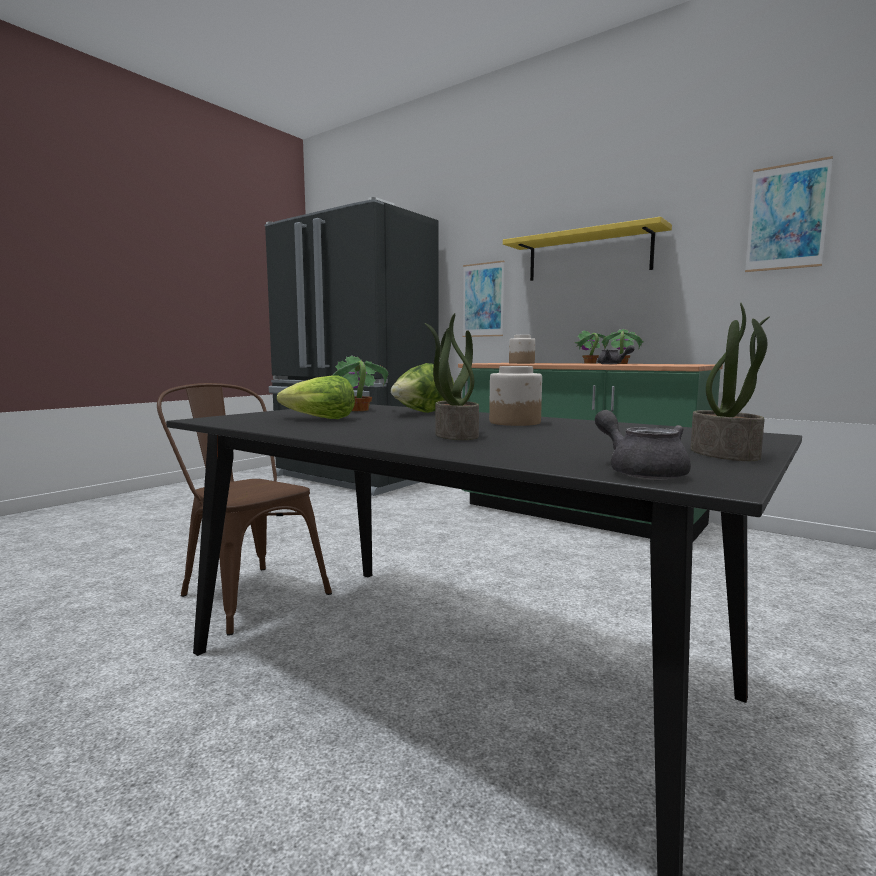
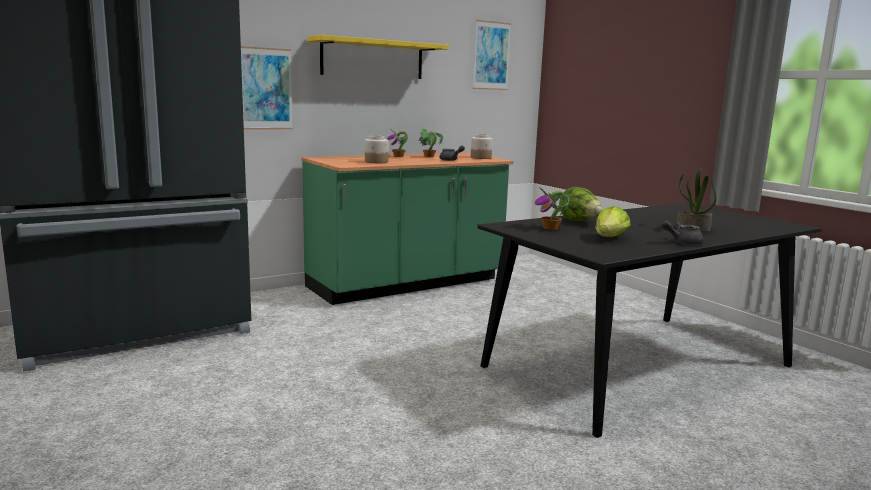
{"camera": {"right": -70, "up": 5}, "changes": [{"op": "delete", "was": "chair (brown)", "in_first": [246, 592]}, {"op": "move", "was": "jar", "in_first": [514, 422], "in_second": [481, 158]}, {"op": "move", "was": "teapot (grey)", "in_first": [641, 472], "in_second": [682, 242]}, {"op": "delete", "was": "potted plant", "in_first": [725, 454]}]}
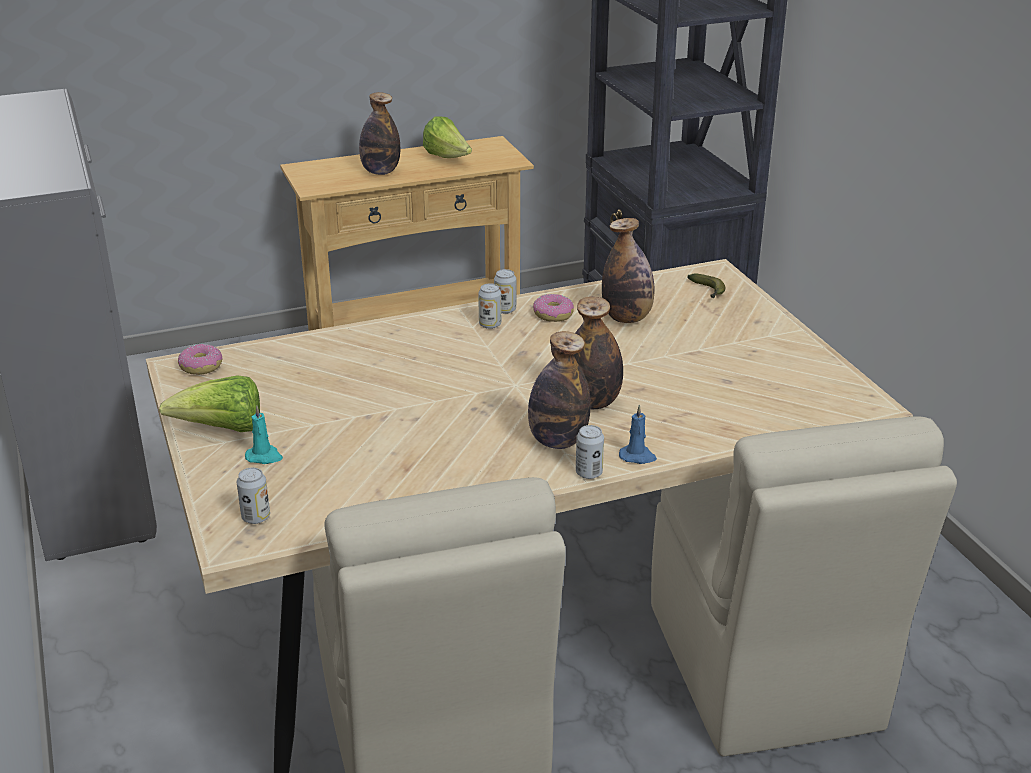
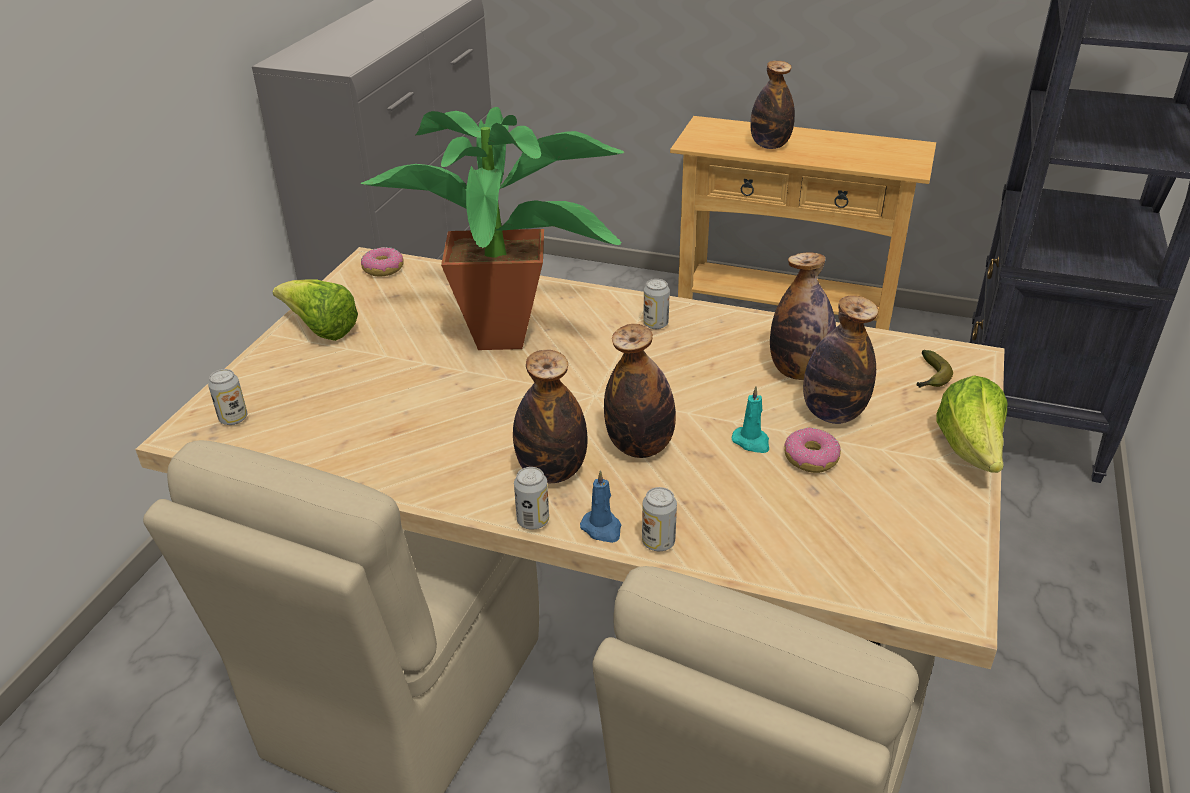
{"camera": {"right": 40, "up": 5}, "changes": [{"op": "move", "was": "candle (turquoise)", "in_first": [264, 457], "in_second": [752, 442]}, {"op": "move", "was": "lettuce", "in_first": [448, 158], "in_second": [970, 451]}, {"op": "move", "was": "can", "in_first": [505, 310], "in_second": [658, 542]}, {"op": "move", "was": "donut", "in_first": [553, 315], "in_second": [810, 458]}, {"op": "insert", "now": "potted plant", "in_second": [513, 340]}, {"op": "insert", "now": "bottle", "in_second": [833, 414]}]}
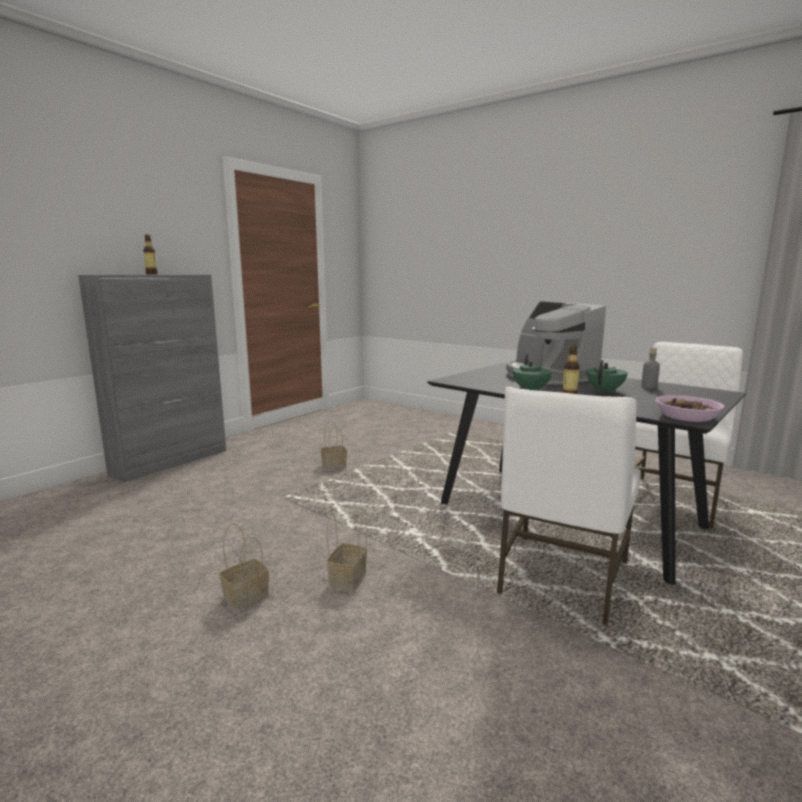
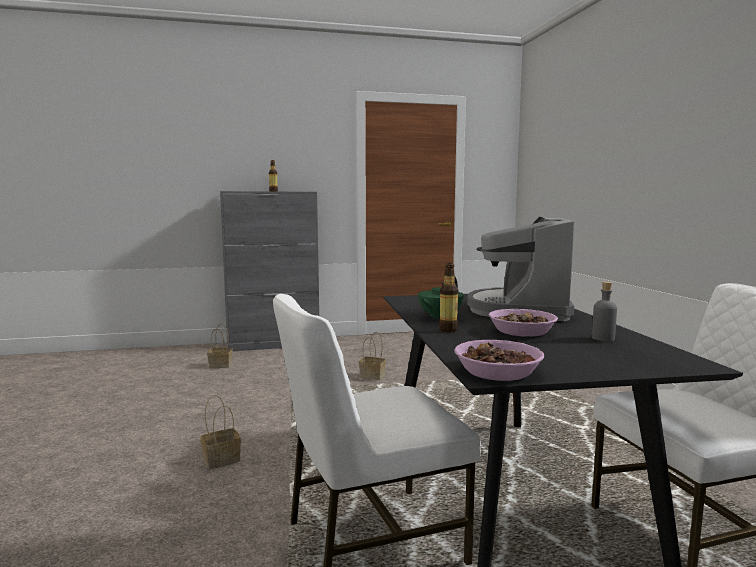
{"camera": {"right": 40, "up": -5}, "changes": [{"op": "move", "was": "basket", "in_first": [247, 596], "in_second": [221, 365]}, {"op": "replace", "was": "teapot (green)", "now": "bowl", "in_first": [605, 390], "in_second": [522, 331]}]}
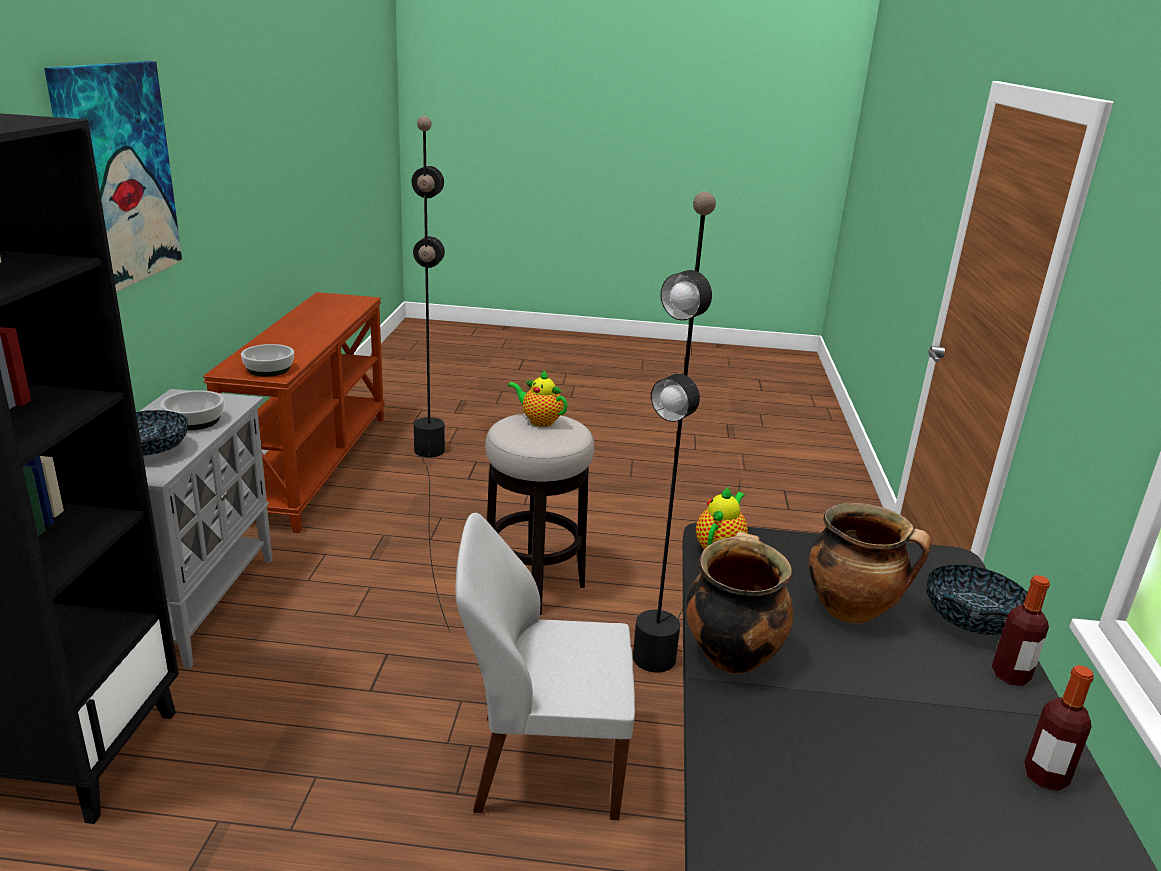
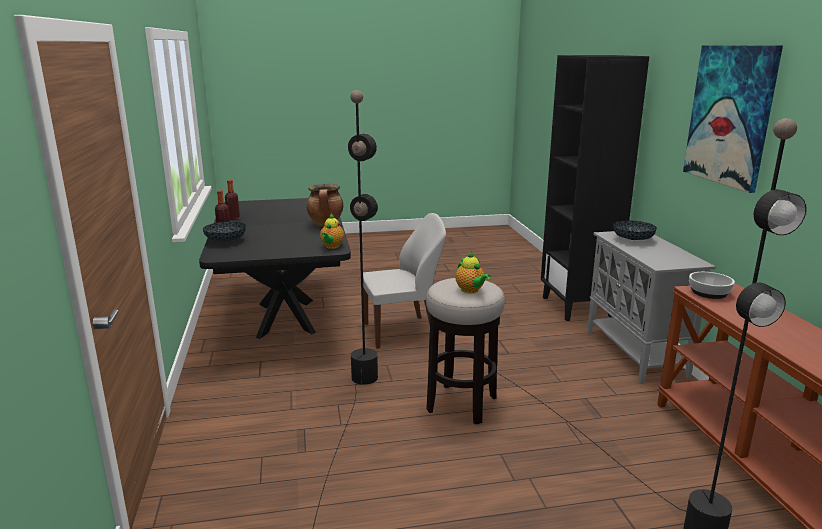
{"camera": {"right": 165, "up": -5}, "changes": [{"op": "delete", "was": "bowl", "in_first": [195, 421]}, {"op": "rotate", "was": "teapot", "in_first": [539, 421], "in_second": [471, 290], "clockwise": 45}, {"op": "delete", "was": "cooking pot", "in_first": [852, 610]}]}
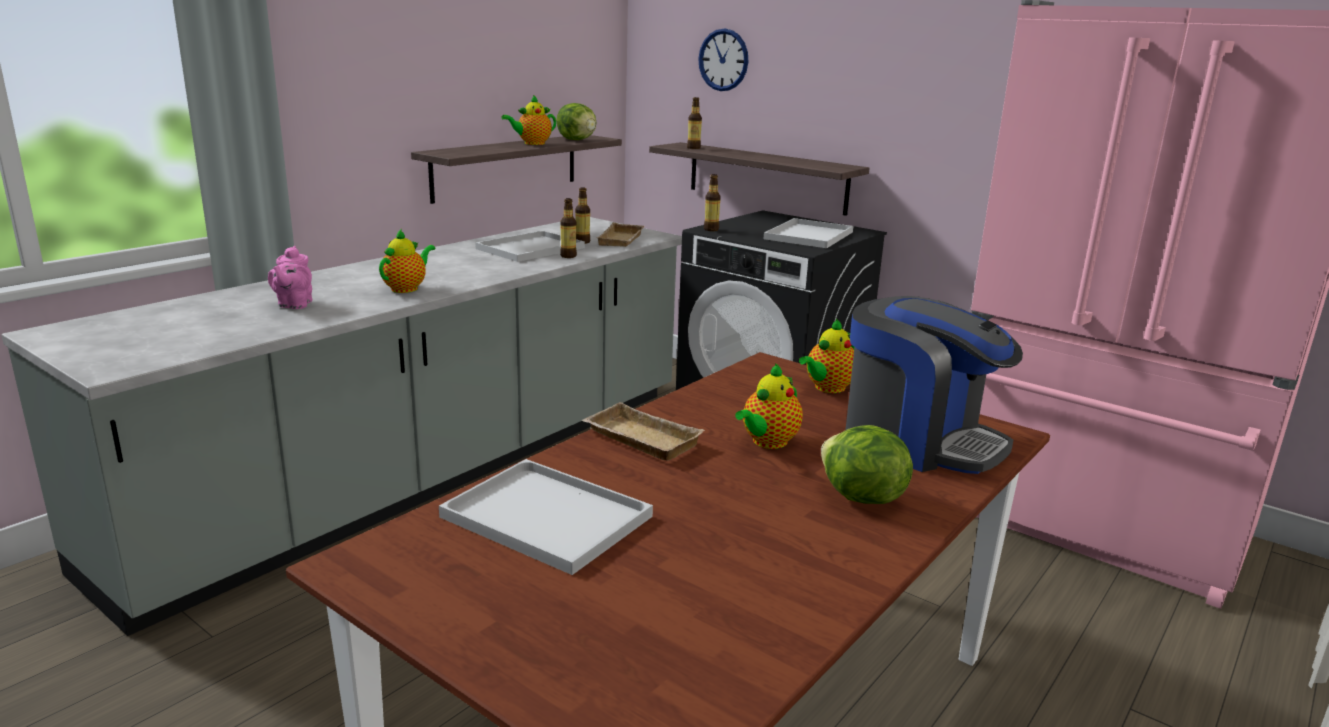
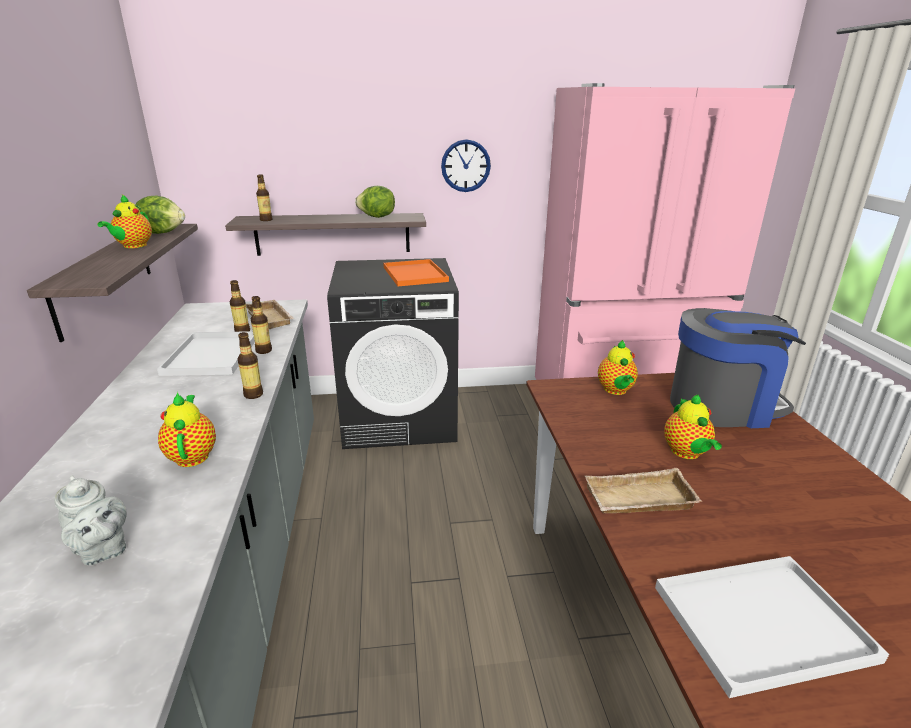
{"camera": {"right": -45, "up": 5}, "changes": [{"op": "recolor", "was": "teapot (pink)", "now": "teapot (grey)", "in_first": [294, 305], "in_second": [102, 551]}, {"op": "move", "was": "wall clock", "in_first": [723, 60], "in_second": [465, 166]}, {"op": "move", "was": "bottle", "in_first": [711, 229], "in_second": [253, 395]}, {"op": "recolor", "was": "tray (white)", "now": "tray (orange)", "in_first": [809, 236], "in_second": [416, 274]}, {"op": "move", "was": "lettuce", "in_first": [860, 498], "in_second": [377, 217]}]}
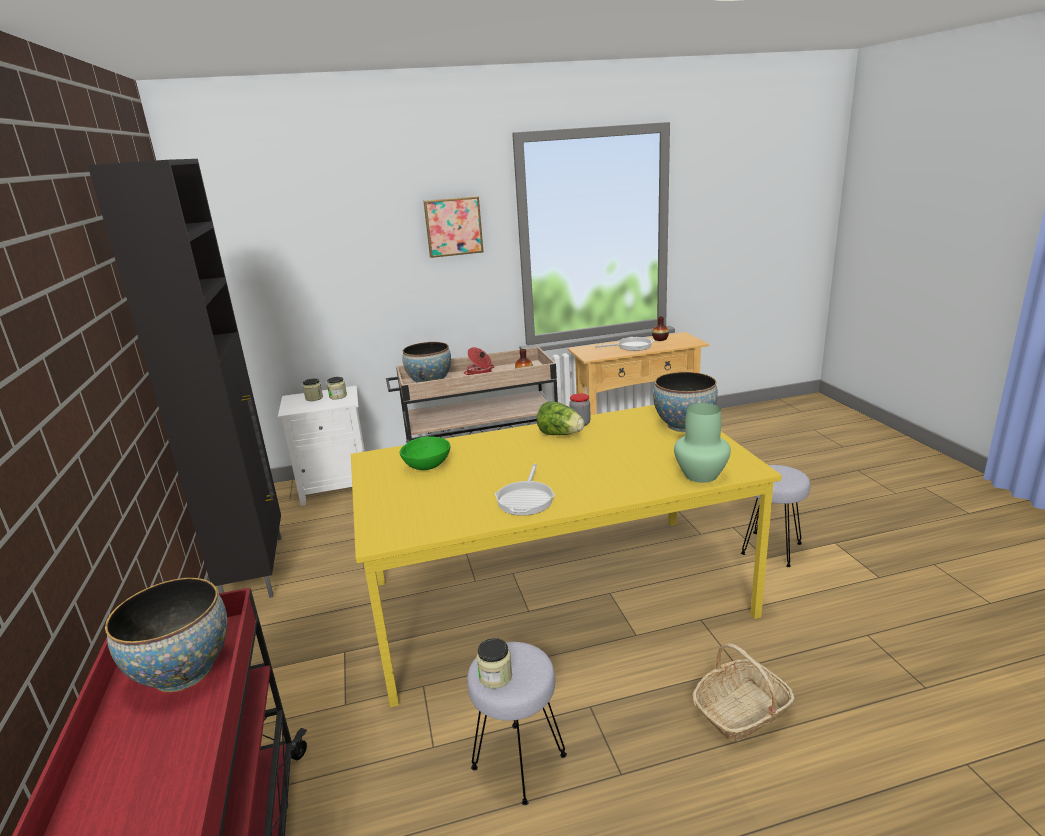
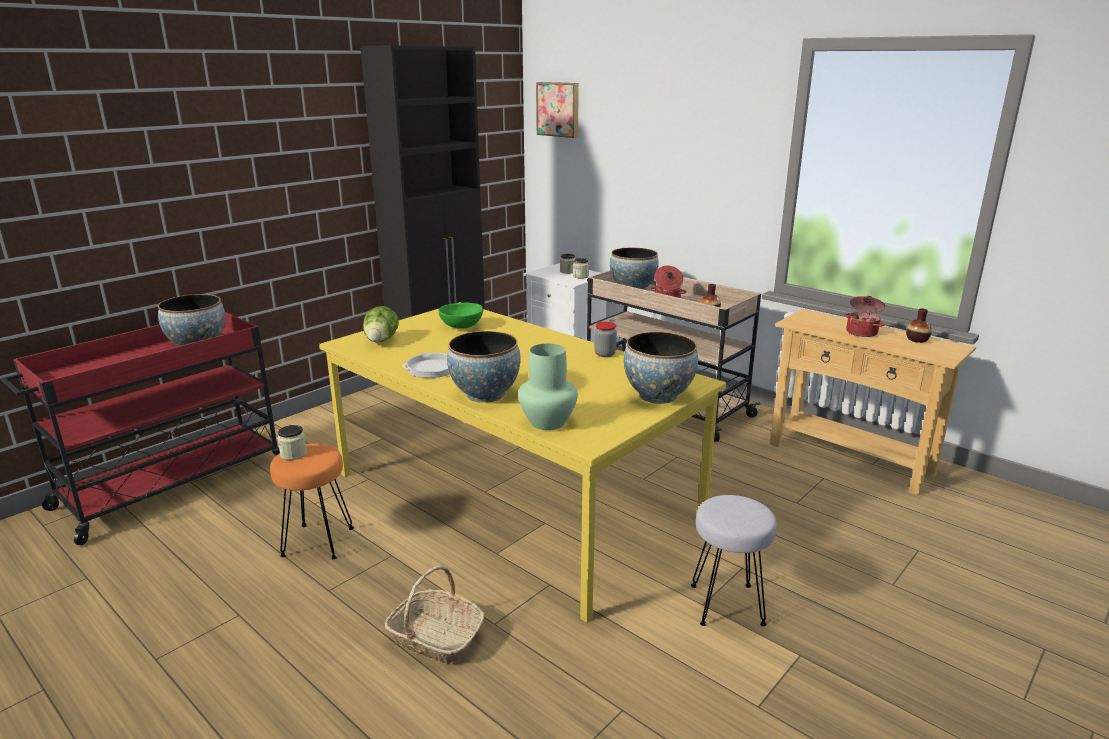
{"camera": {"right": 55, "up": 0}, "changes": [{"op": "move", "was": "picture", "in_first": [453, 226], "in_second": [559, 109]}, {"op": "recolor", "was": "stool (grey)", "now": "stool (orange)", "in_first": [518, 763], "in_second": [317, 541]}, {"op": "move", "was": "lettuce", "in_first": [560, 434], "in_second": [381, 341]}, {"op": "replace", "was": "frying pan", "now": "cooking pot", "in_first": [632, 346], "in_second": [862, 332]}, {"op": "insert", "now": "bowl", "in_second": [485, 394]}]}
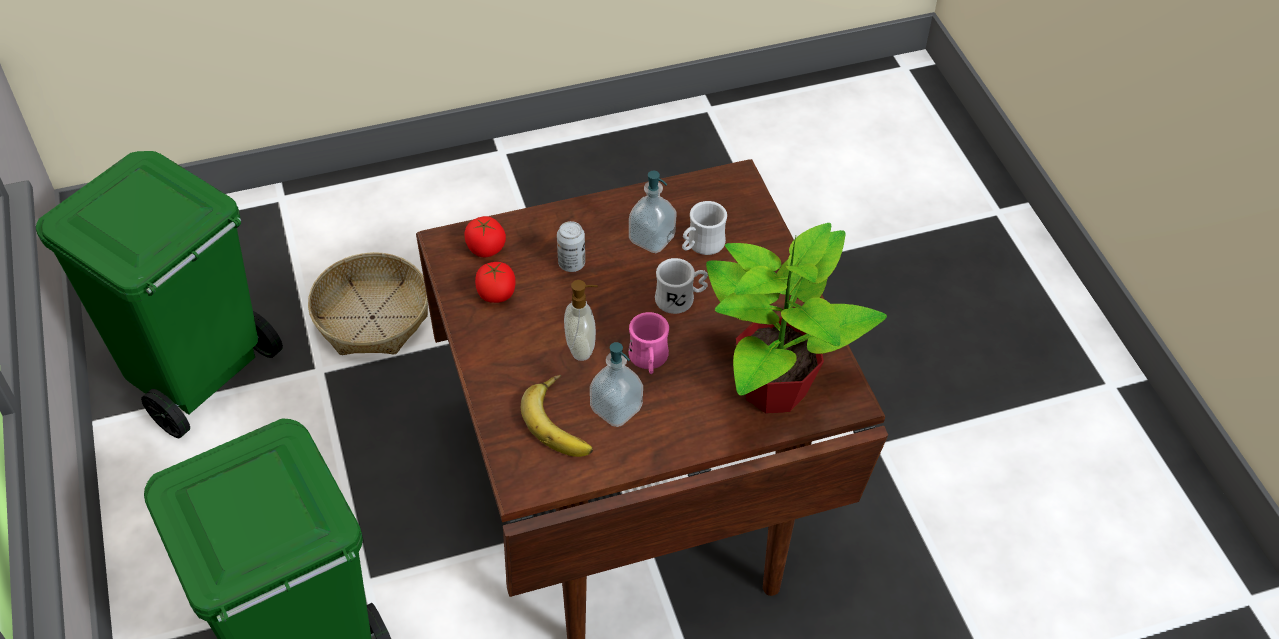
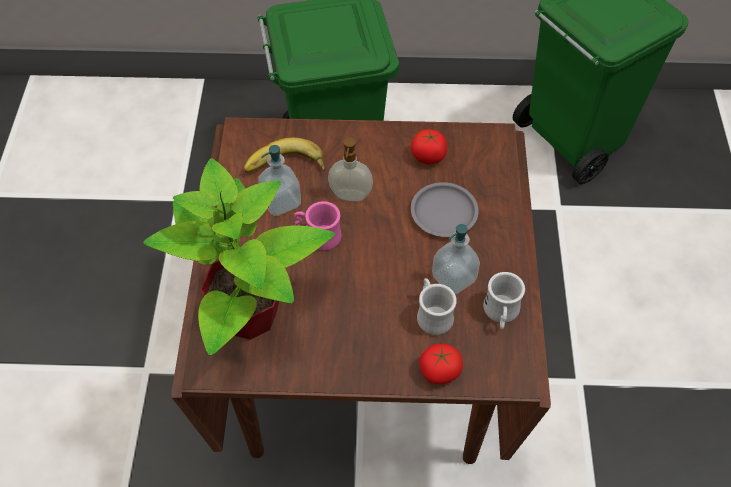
{"camera": {"right": 110, "up": 5}, "changes": [{"op": "delete", "was": "basket", "in_first": [373, 317]}, {"op": "move", "was": "tomato", "in_first": [485, 248], "in_second": [440, 371]}, {"op": "replace", "was": "can", "now": "plate (grey)", "in_first": [571, 264], "in_second": [443, 212]}, {"op": "move", "was": "mug (white)", "in_first": [681, 299], "in_second": [501, 313]}]}
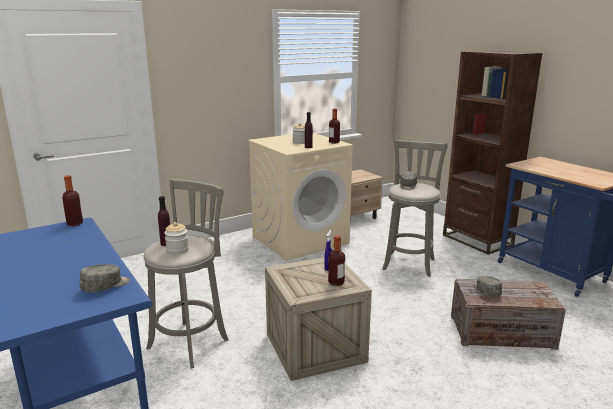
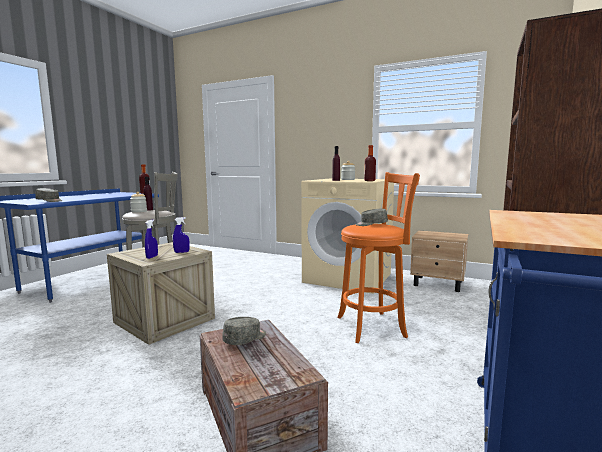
{"camera": {"right": 60, "up": -10}, "changes": [{"op": "replace", "was": "bottle", "now": "spray bottle (blue)", "in_first": [336, 282], "in_second": [152, 257]}, {"op": "recolor", "was": "stool (grey)", "now": "stool (orange)", "in_first": [409, 263], "in_second": [374, 326]}]}
